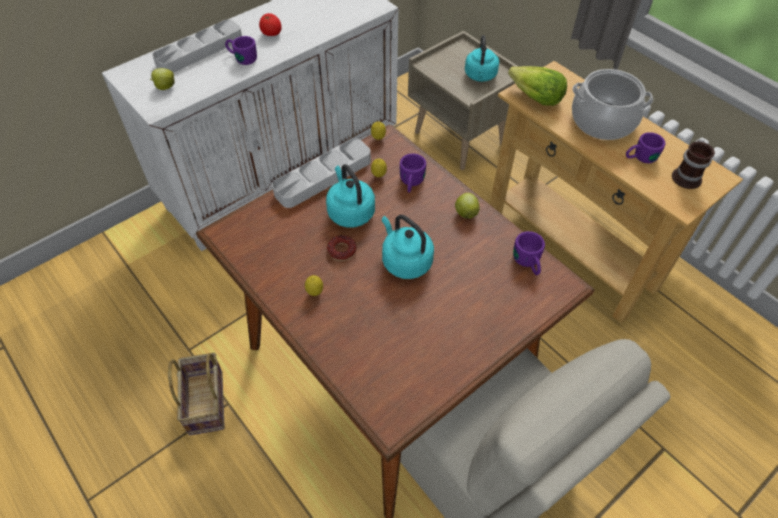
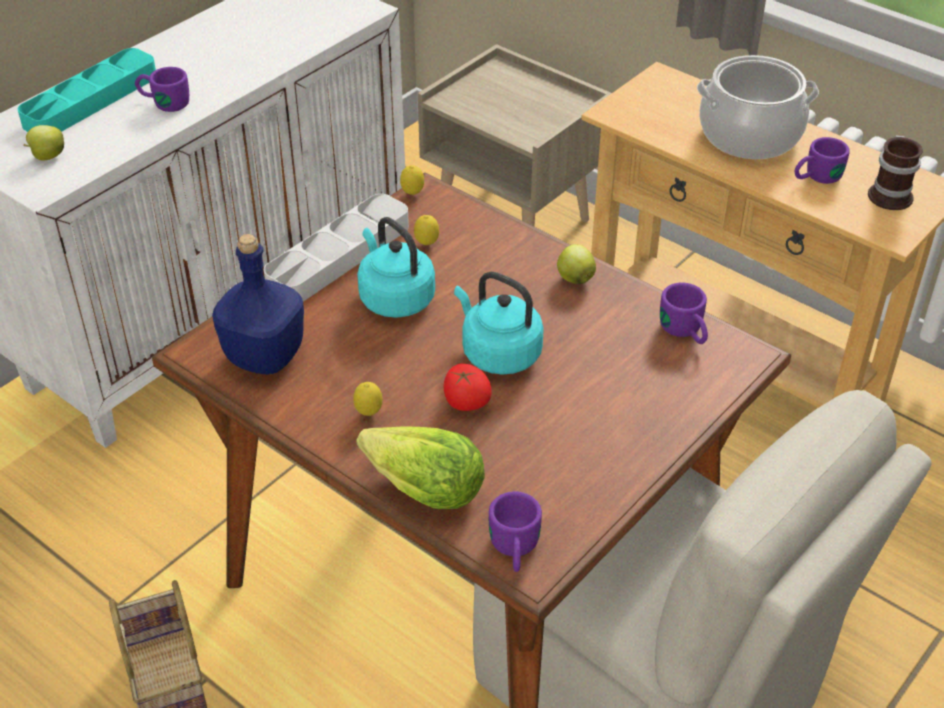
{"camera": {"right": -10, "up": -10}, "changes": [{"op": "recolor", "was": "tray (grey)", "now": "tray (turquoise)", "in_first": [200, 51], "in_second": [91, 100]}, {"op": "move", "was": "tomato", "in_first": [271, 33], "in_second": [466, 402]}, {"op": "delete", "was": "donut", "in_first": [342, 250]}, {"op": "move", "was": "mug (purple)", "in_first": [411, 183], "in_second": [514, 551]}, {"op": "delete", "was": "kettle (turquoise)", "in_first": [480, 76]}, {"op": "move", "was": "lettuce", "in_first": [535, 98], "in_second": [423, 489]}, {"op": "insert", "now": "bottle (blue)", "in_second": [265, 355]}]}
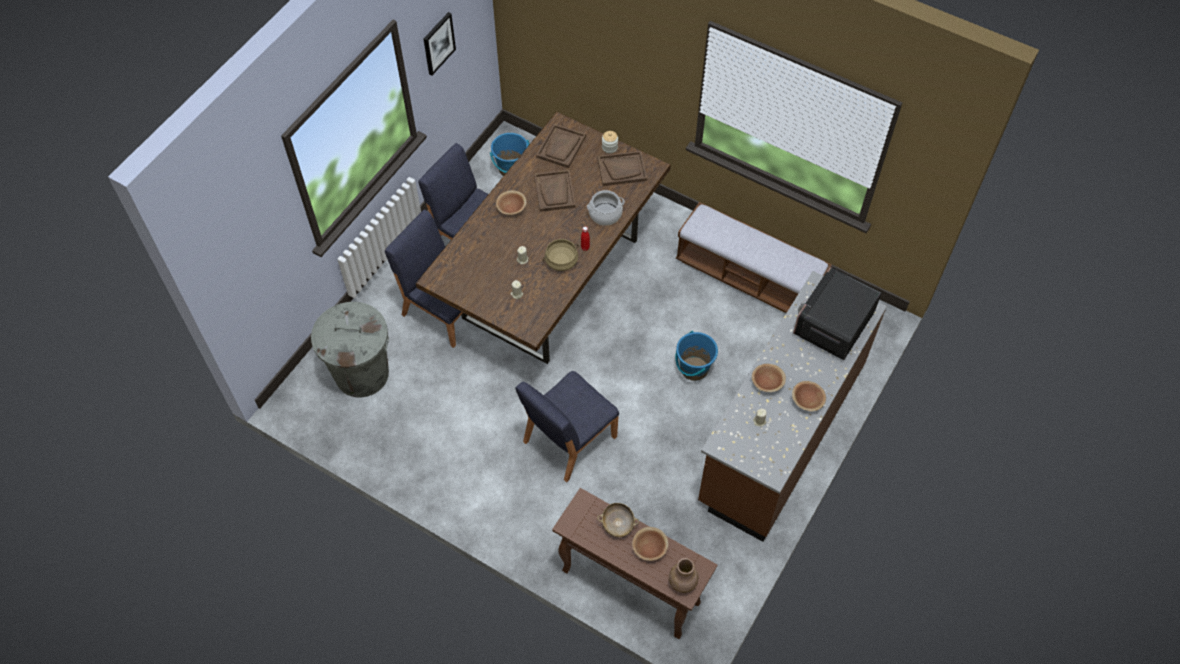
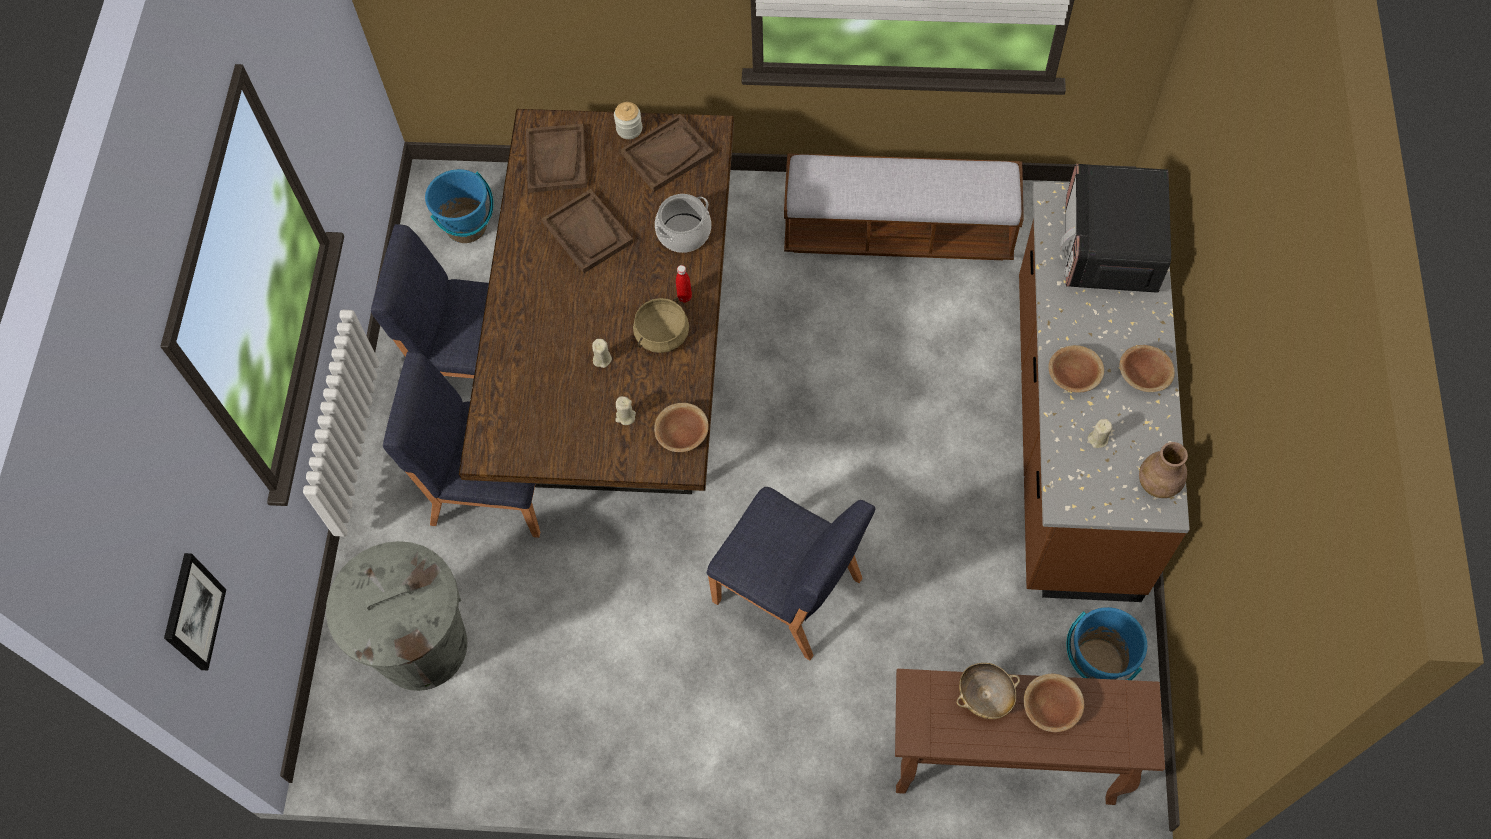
{"camera": {"right": -25, "up": 5}, "changes": [{"op": "move", "was": "picture", "in_first": [438, 43], "in_second": [192, 612]}, {"op": "move", "was": "bowl (brown)", "in_first": [511, 208], "in_second": [682, 434]}, {"op": "rotate", "was": "chair (blue)", "in_first": [568, 440], "in_second": [789, 592], "clockwise": -75}, {"op": "move", "was": "vase (brown)", "in_first": [682, 583], "in_second": [1157, 485]}, {"op": "move", "was": "bucket (blue)", "in_first": [694, 369], "in_second": [1098, 662]}]}
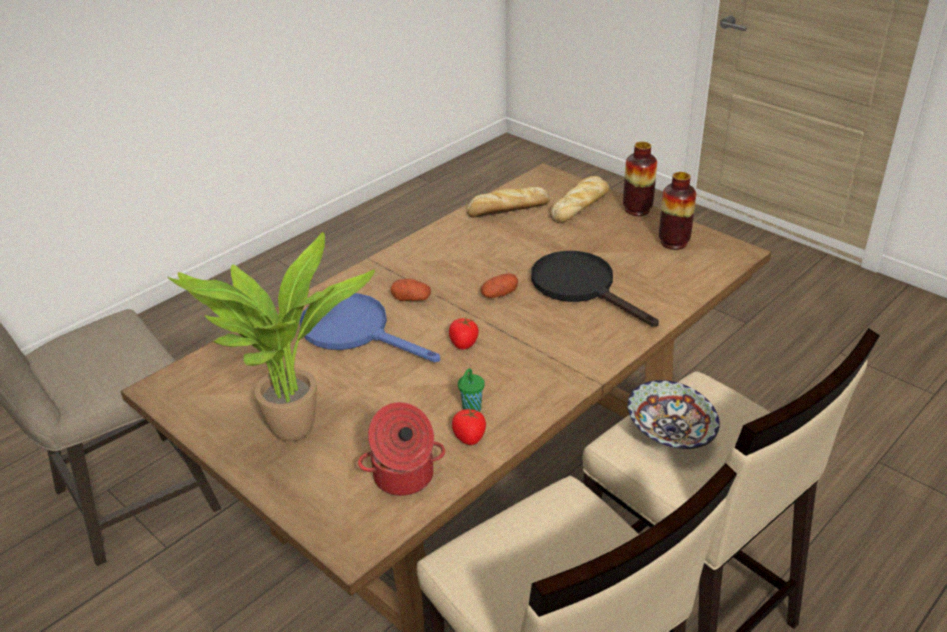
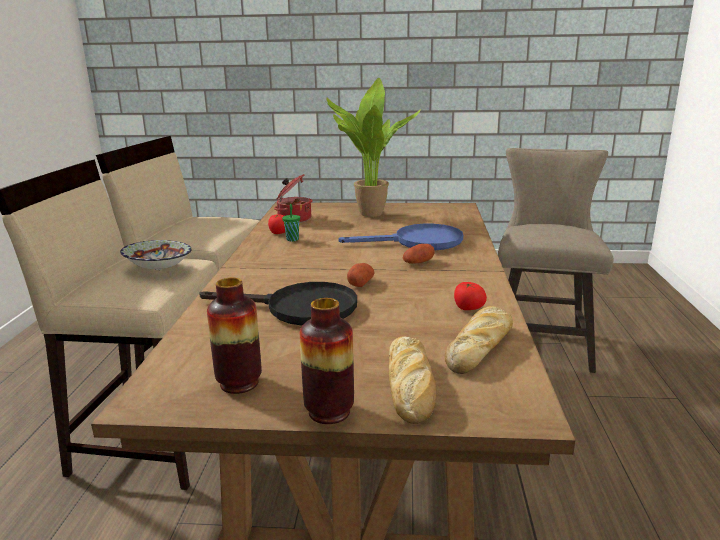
{"camera": {"right": 140, "up": -15}, "changes": [{"op": "move", "was": "tomato", "in_first": [463, 343], "in_second": [468, 308]}]}
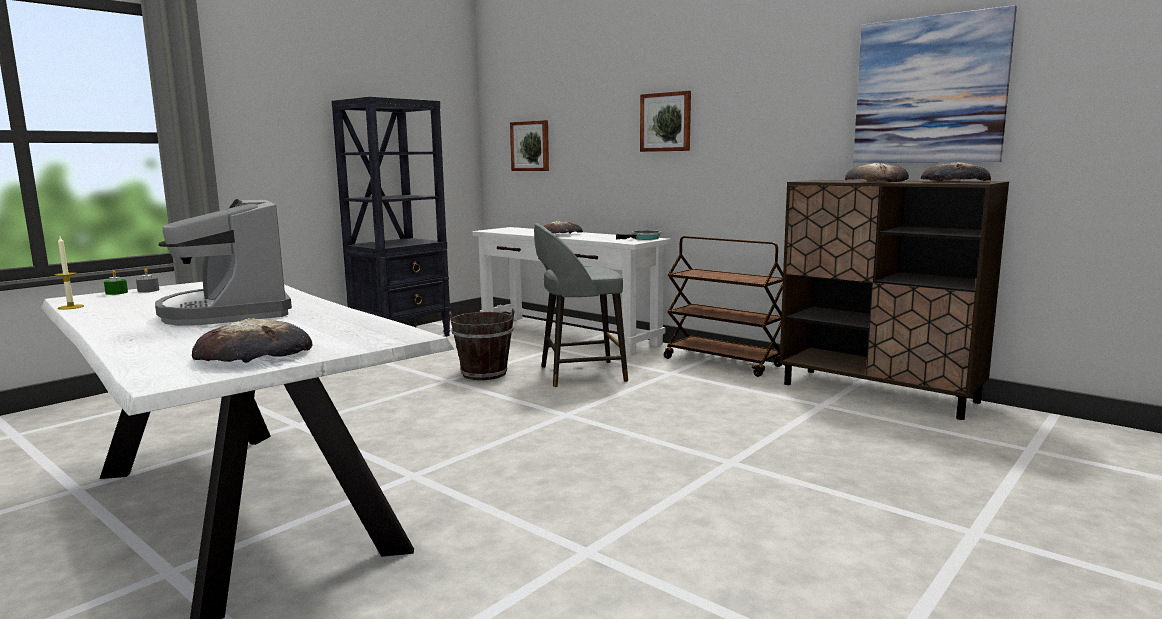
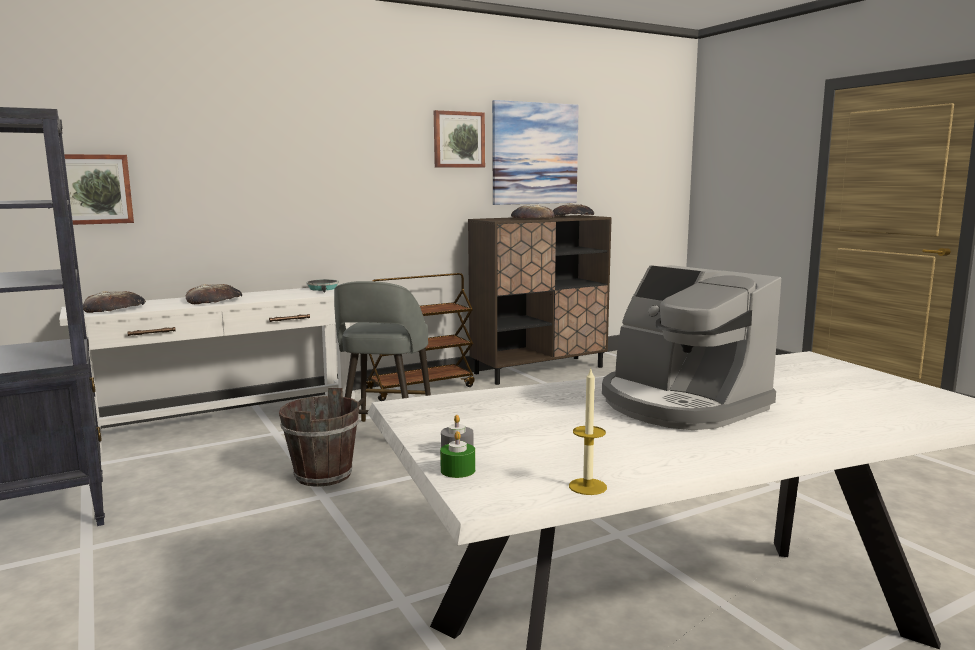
{"camera": {"right": -70, "up": 0}, "changes": [{"op": "rotate", "was": "coffee machine", "in_first": [228, 312], "in_second": [679, 404], "clockwise": 60}, {"op": "move", "was": "bread", "in_first": [254, 354], "in_second": [115, 308]}, {"op": "move", "was": "picture", "in_first": [666, 122], "in_second": [458, 139]}]}
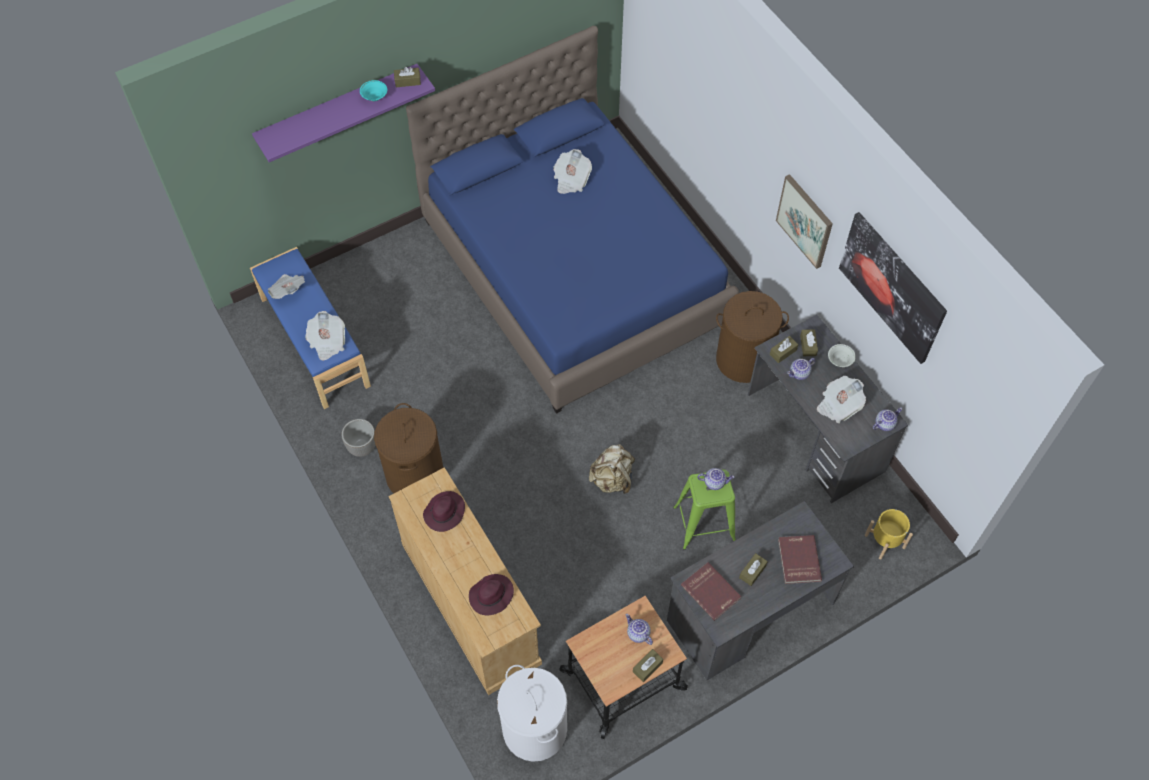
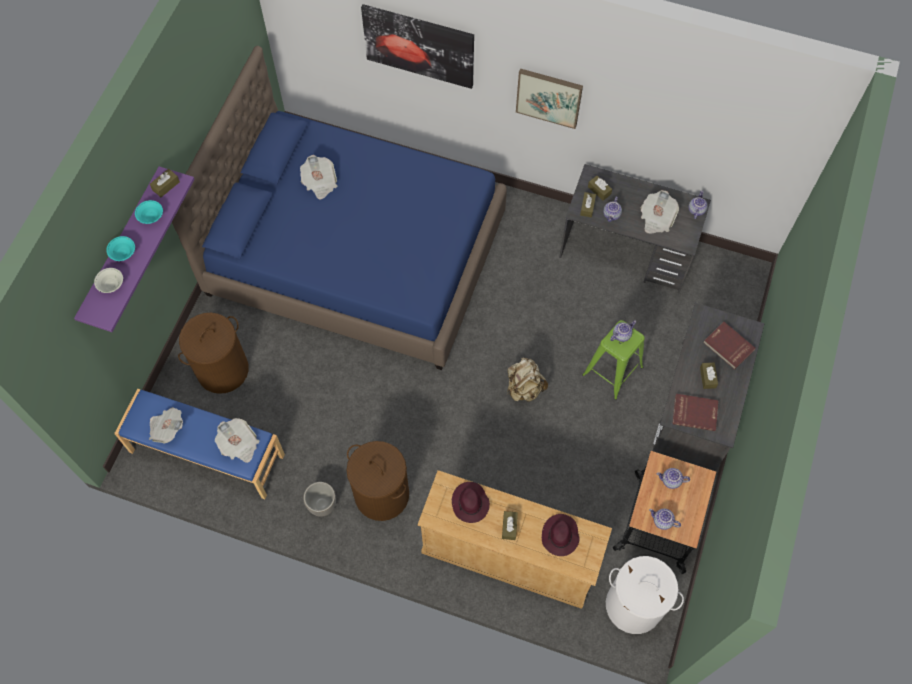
{"camera": {"right": -40, "up": 5}, "changes": [{"op": "move", "was": "tissue box (brown)", "in_first": [647, 667], "in_second": [509, 527]}, {"op": "move", "was": "laundry basket (brown)", "in_first": [743, 360], "in_second": [222, 370]}, {"op": "move", "was": "bowl (white)", "in_first": [839, 361], "in_second": [112, 285]}, {"op": "move", "was": "picture", "in_first": [892, 287], "in_second": [419, 45]}, {"op": "delete", "was": "planter (yellow)", "in_first": [885, 541]}, {"op": "insert", "now": "bowl (turquoise)", "in_second": [123, 254]}, {"op": "insert", "now": "teapot", "in_second": [662, 521]}]}
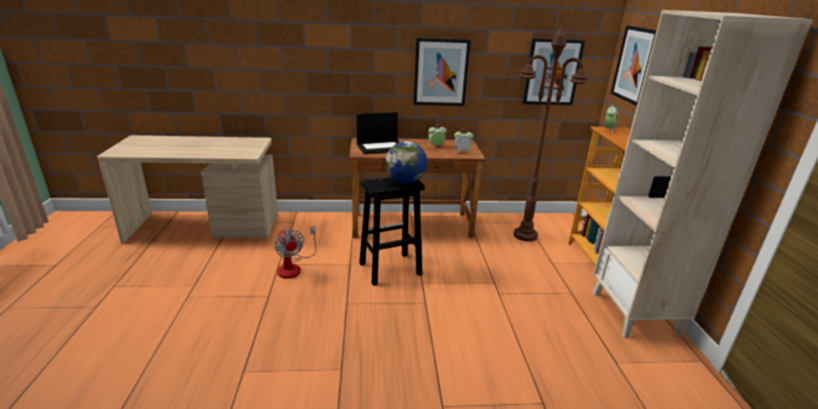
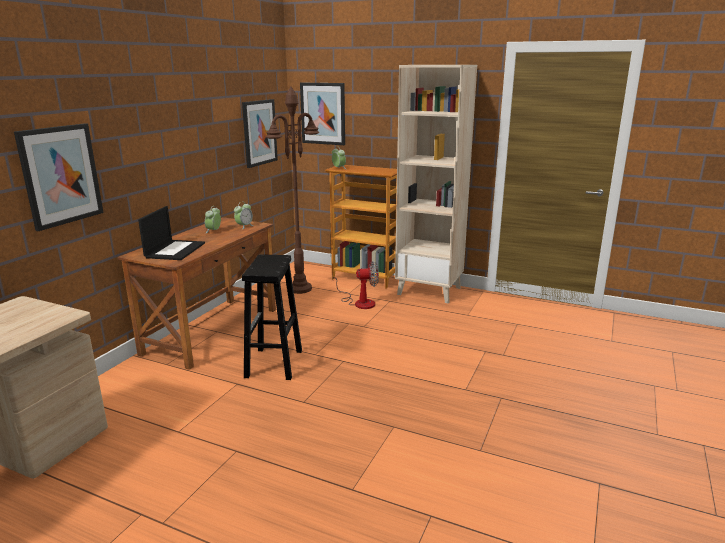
{"camera": {"right": -60, "up": -5}, "changes": [{"op": "move", "was": "fan", "in_first": [293, 267], "in_second": [359, 302]}, {"op": "delete", "was": "globe", "in_first": [405, 182]}, {"op": "move", "was": "picture", "in_first": [441, 72], "in_second": [60, 175]}]}
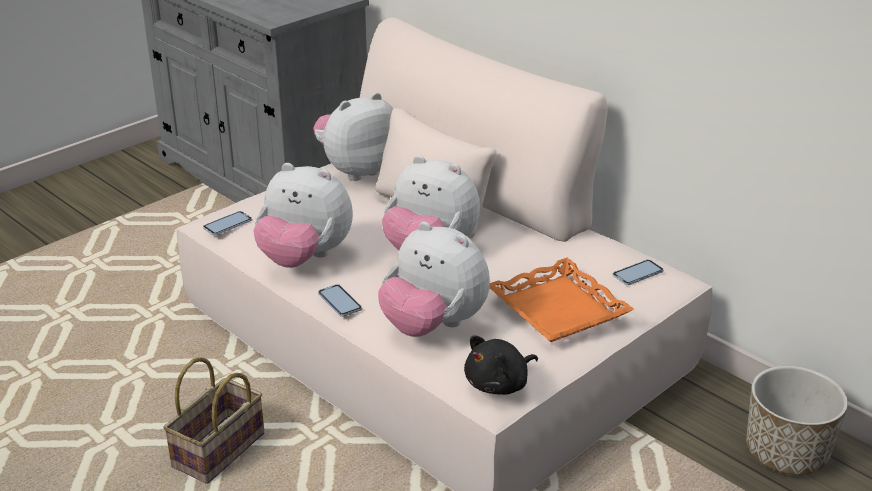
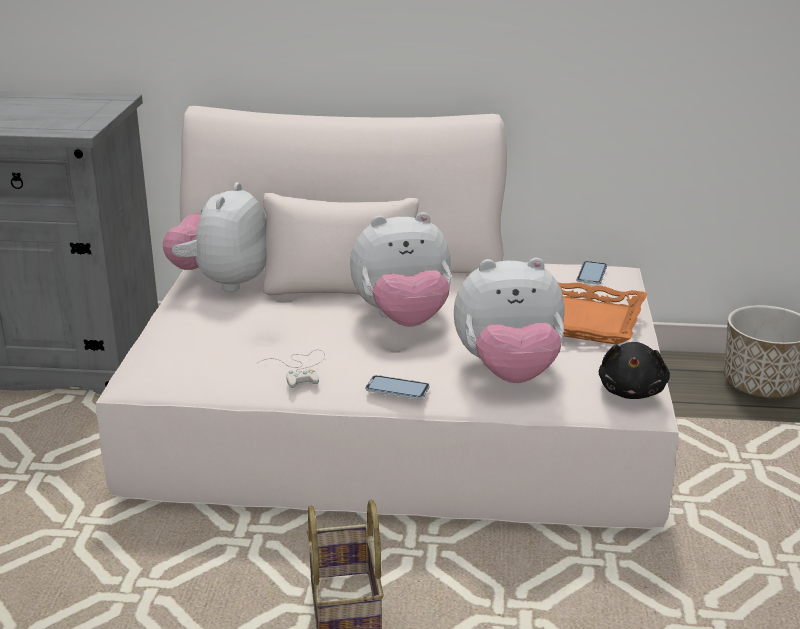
{"camera": {"right": -40, "up": -5}, "changes": [{"op": "delete", "was": "phone", "in_first": [227, 224]}, {"op": "replace", "was": "plush toy", "now": "game controller (white)", "in_first": [304, 258], "in_second": [300, 369]}]}
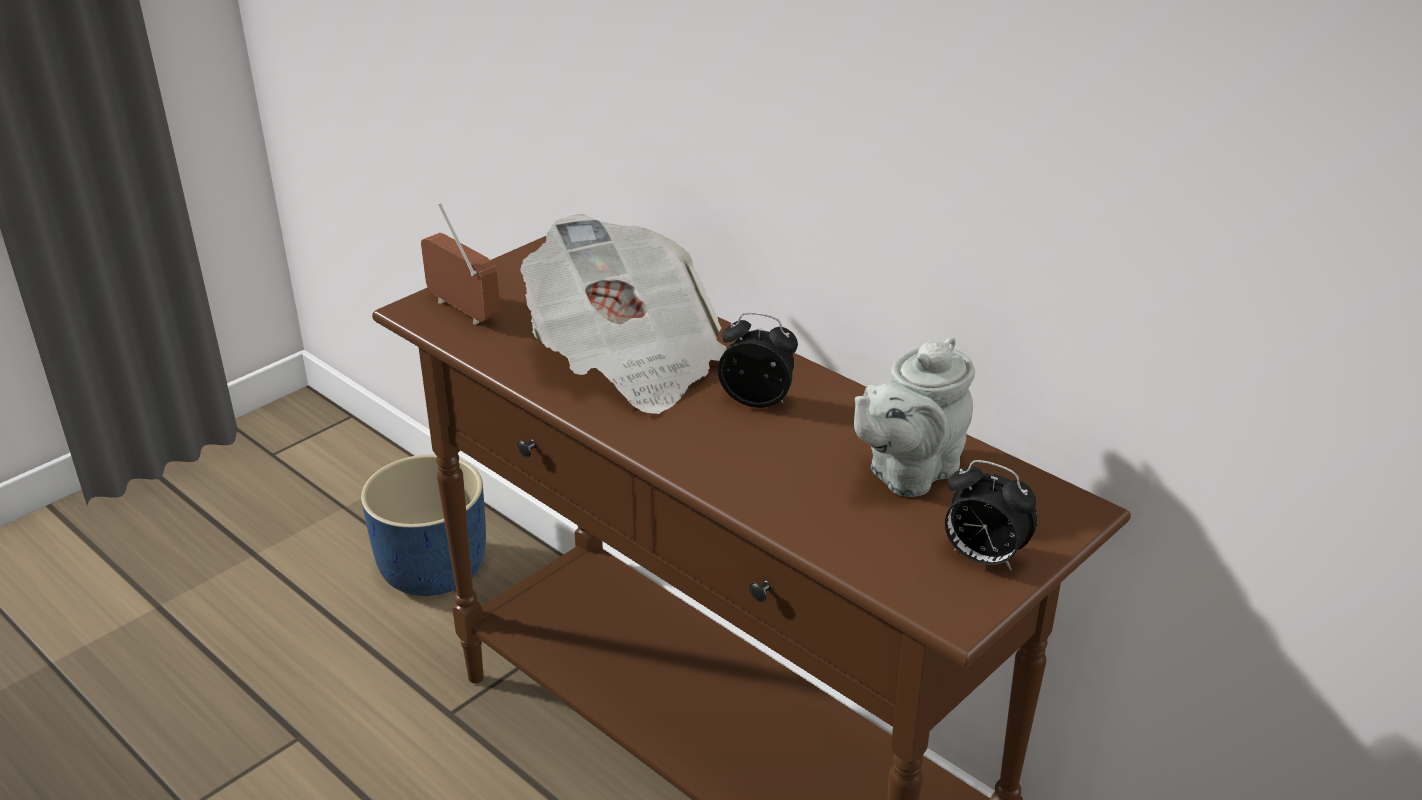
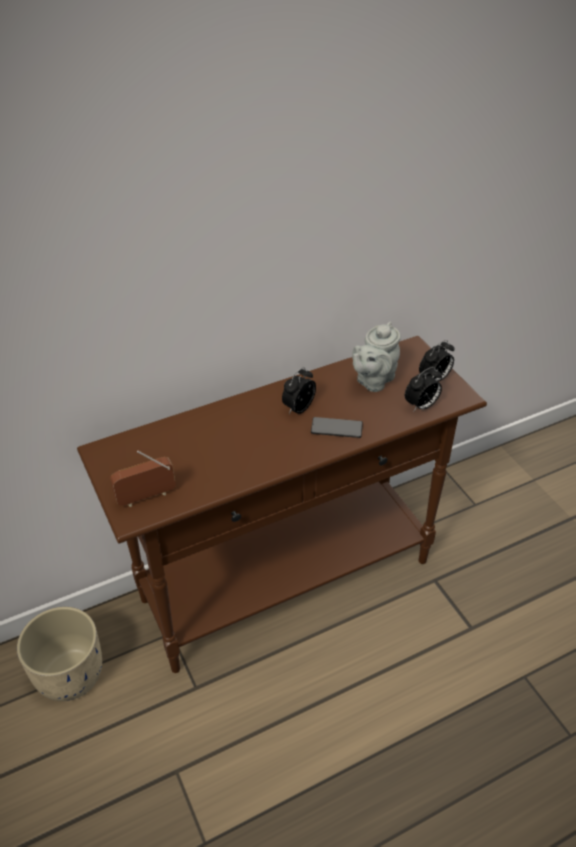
{"camera": {"right": -70, "up": 10}, "changes": [{"op": "recolor", "was": "planter (blue)", "now": "planter (beige)", "in_first": [435, 569], "in_second": [70, 673]}, {"op": "delete", "was": "newspaper", "in_first": [627, 359]}, {"op": "rotate", "was": "teapot (grey)", "in_first": [908, 473], "in_second": [373, 380], "clockwise": 60}, {"op": "insert", "now": "phone", "in_second": [336, 428]}, {"op": "insert", "now": "alarm clock", "in_second": [421, 406]}]}
